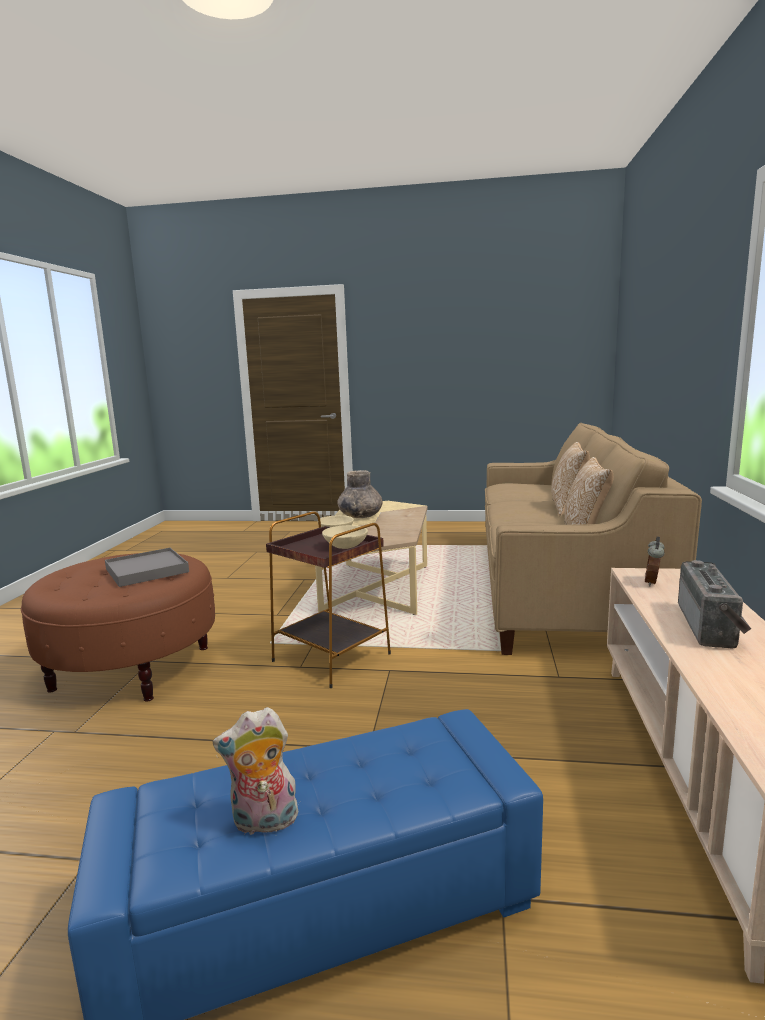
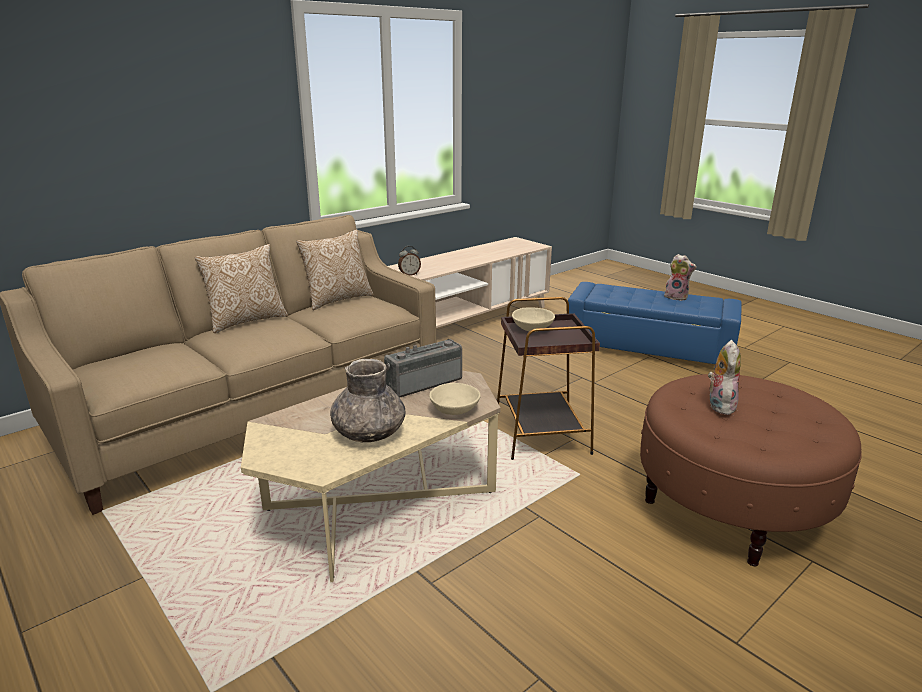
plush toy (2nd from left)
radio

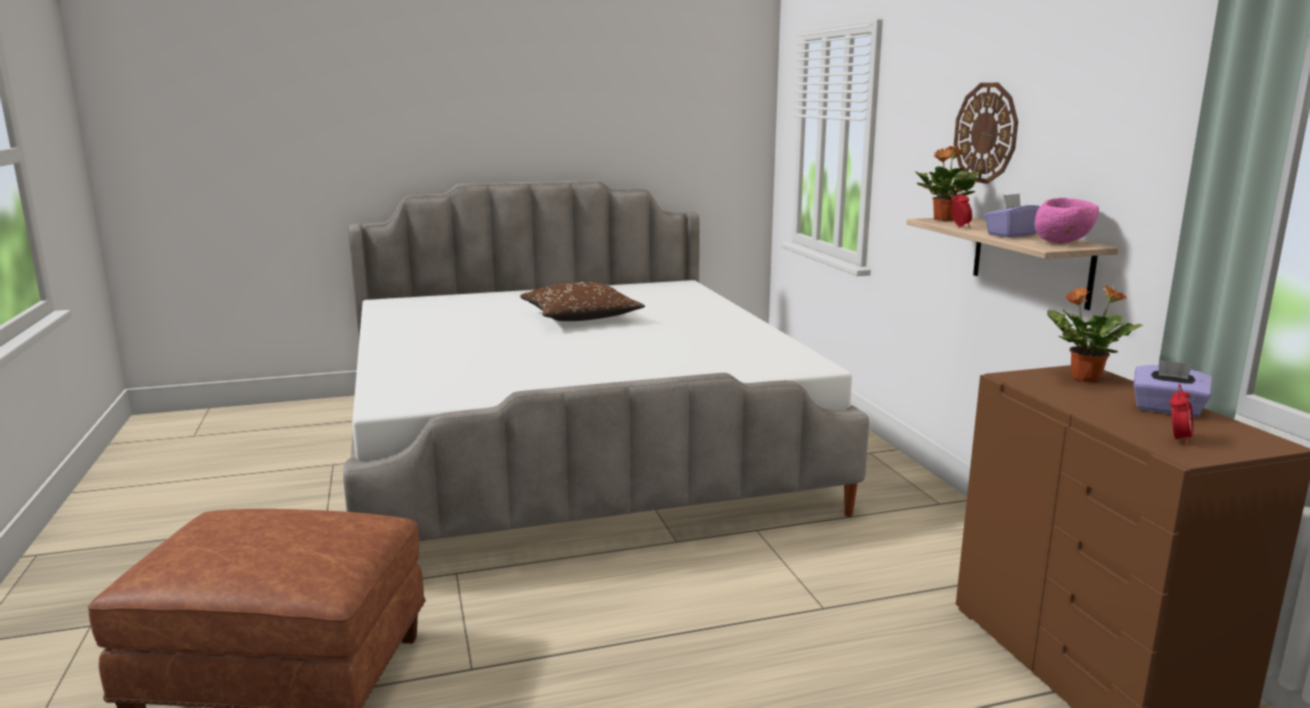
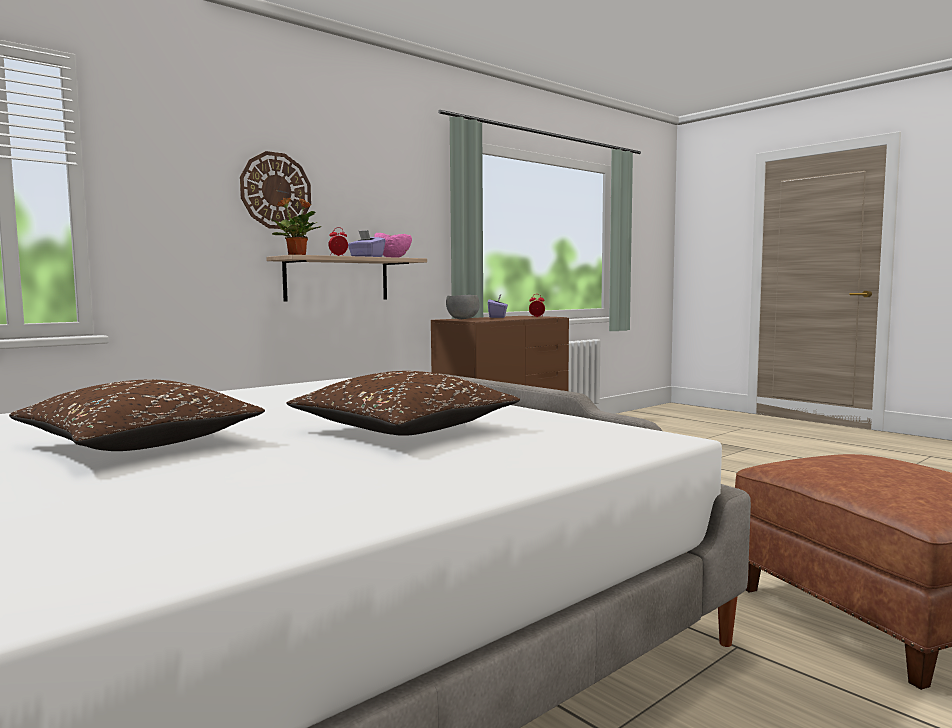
bowl in grey
pillow in brown (2nd from left)

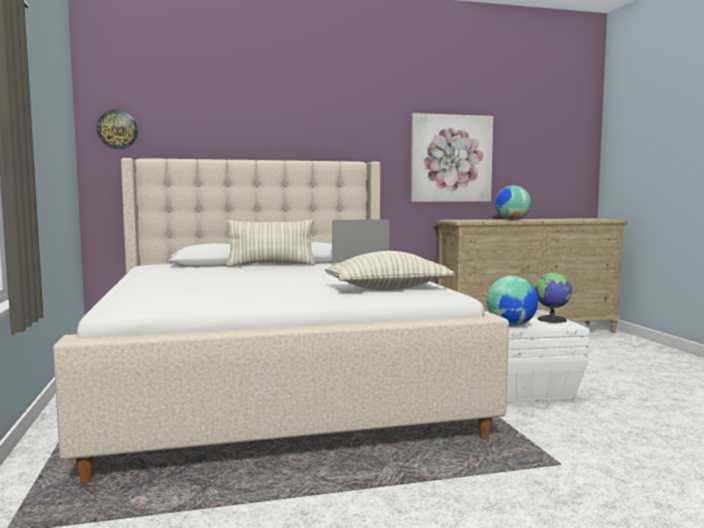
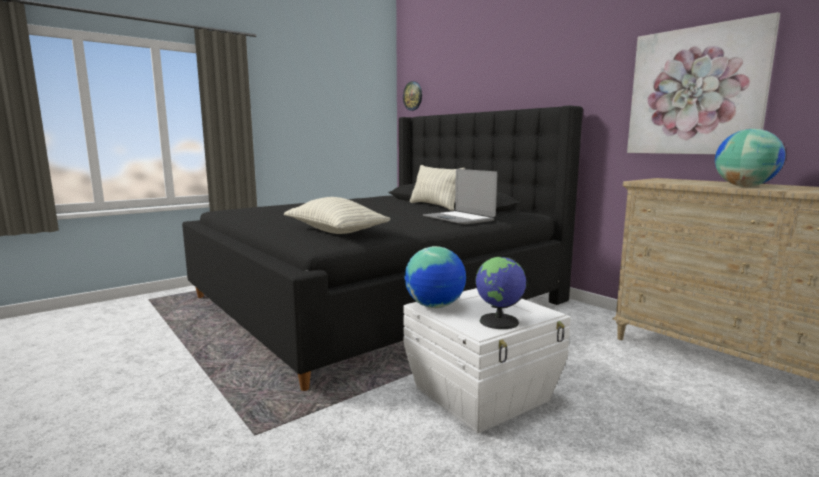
bed in black

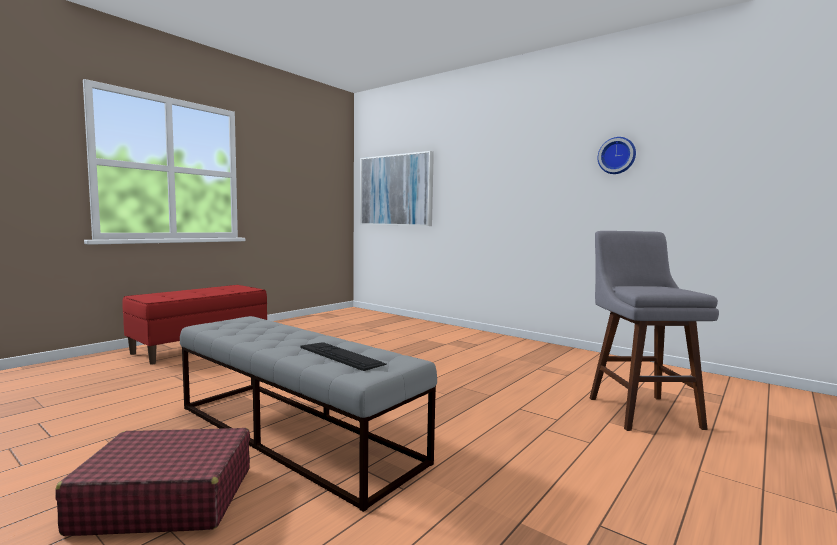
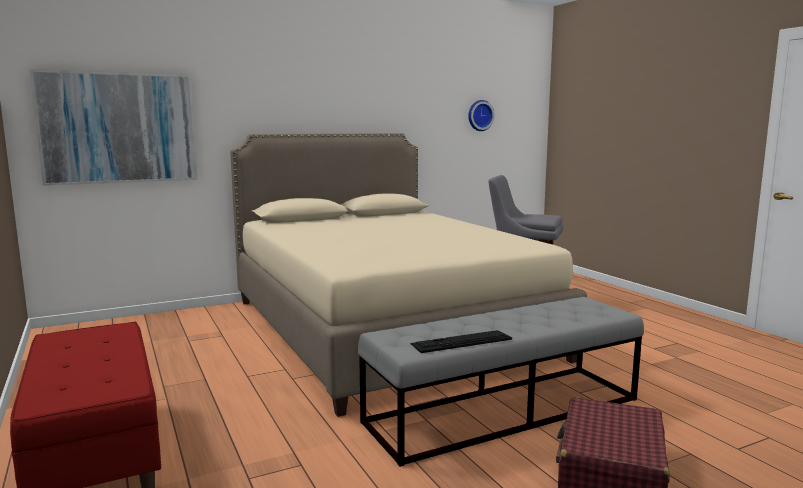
wall clock
keyboard
bed in beige

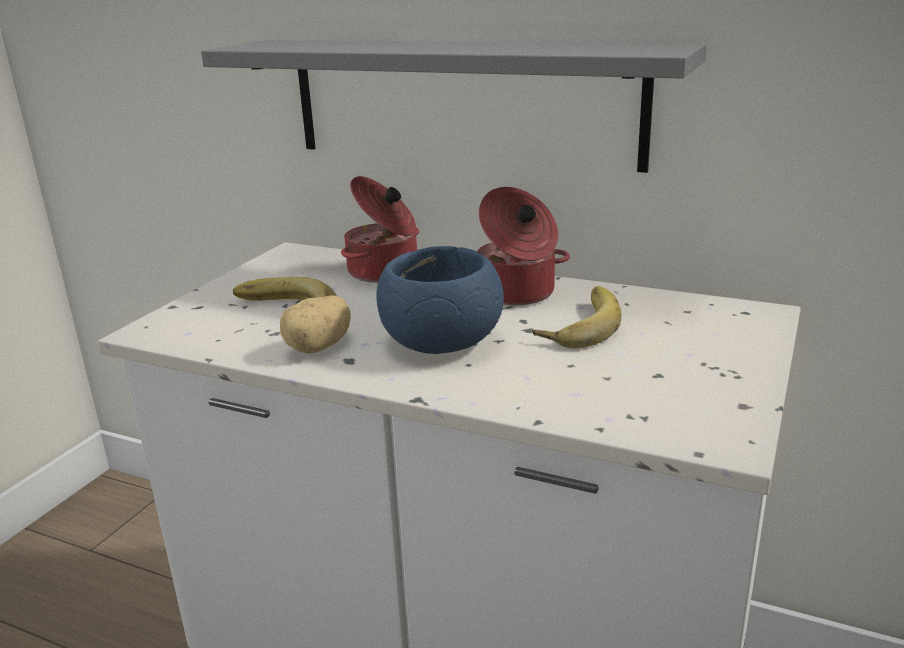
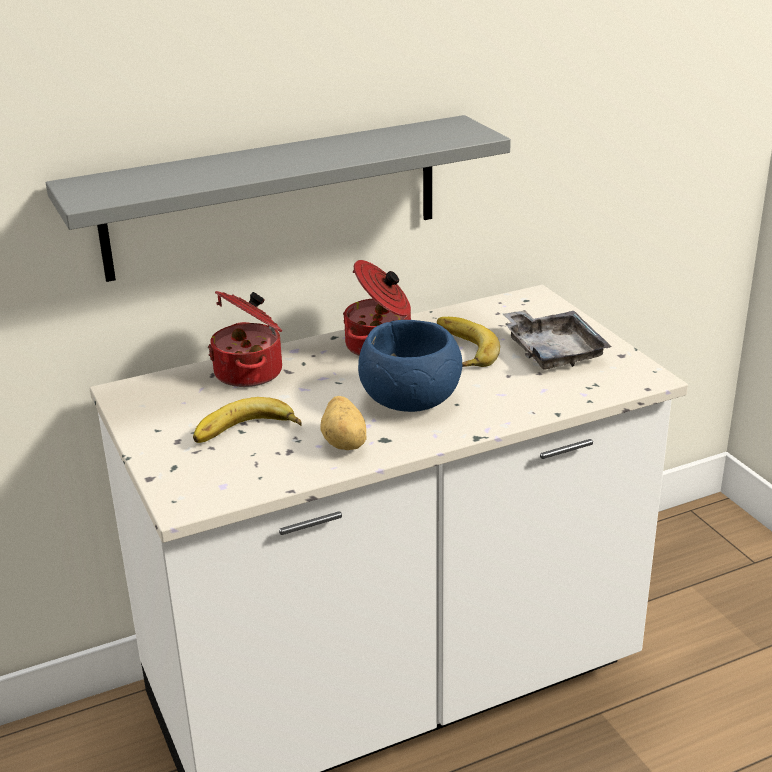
tray in grey

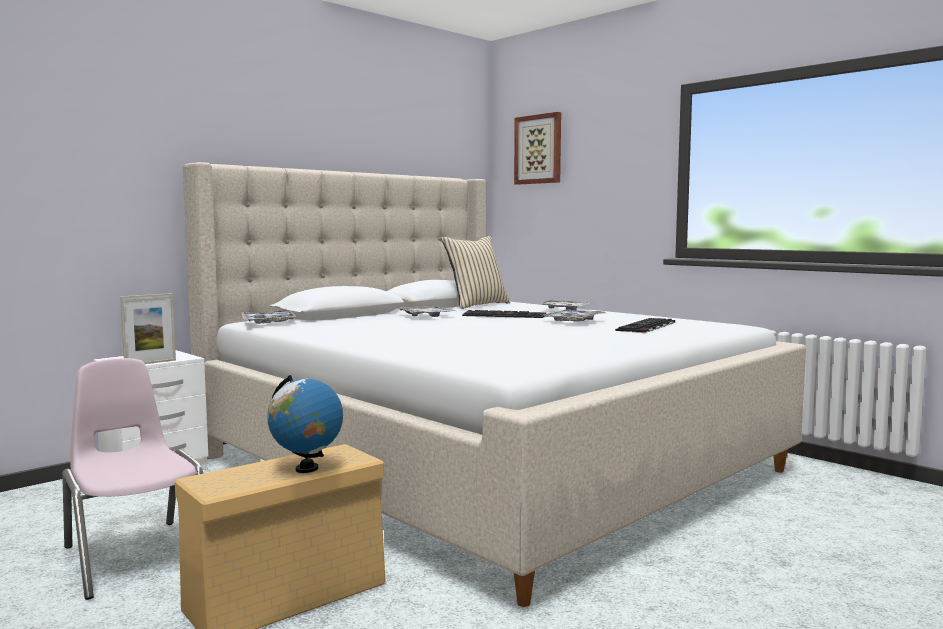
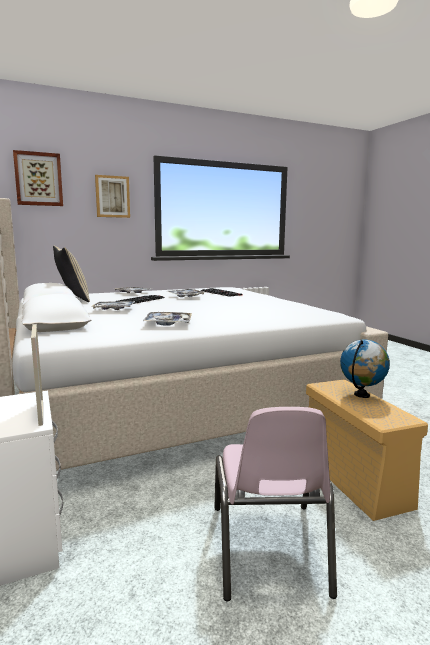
tray (3rd from left)
chair in pink
picture (2nd from left)

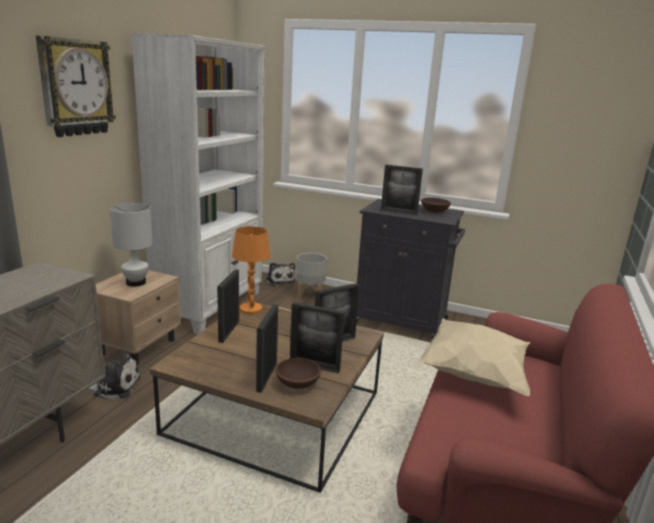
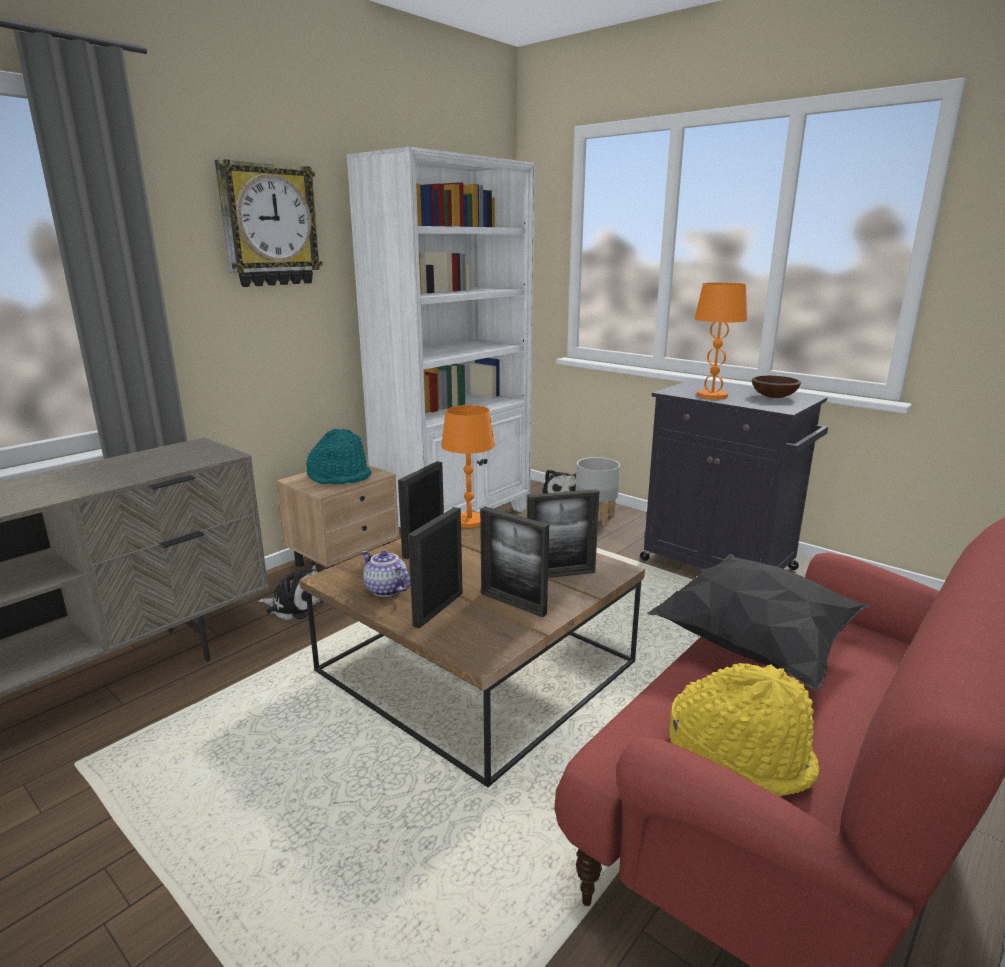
table lamp in orange (2nd from left)
hat in turquoise
pillow in black
bowl in brown (1st from left in the first image)
teapot
hat in yellow

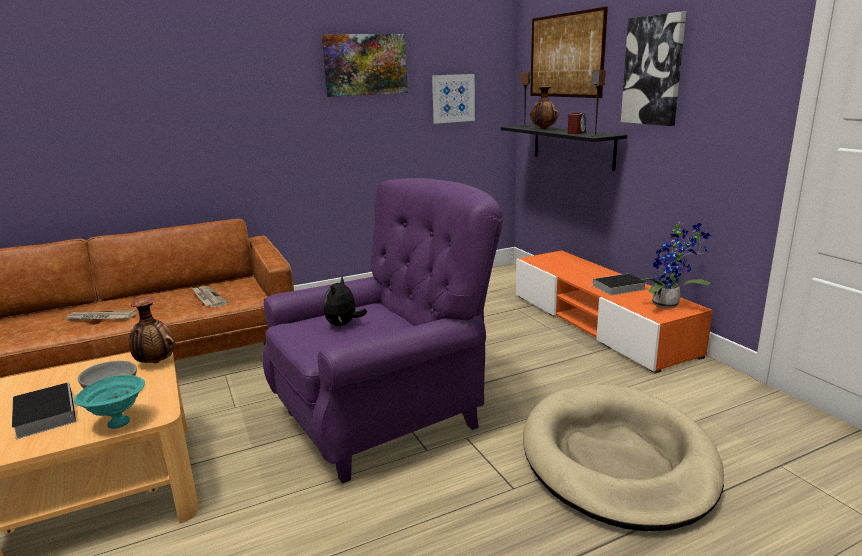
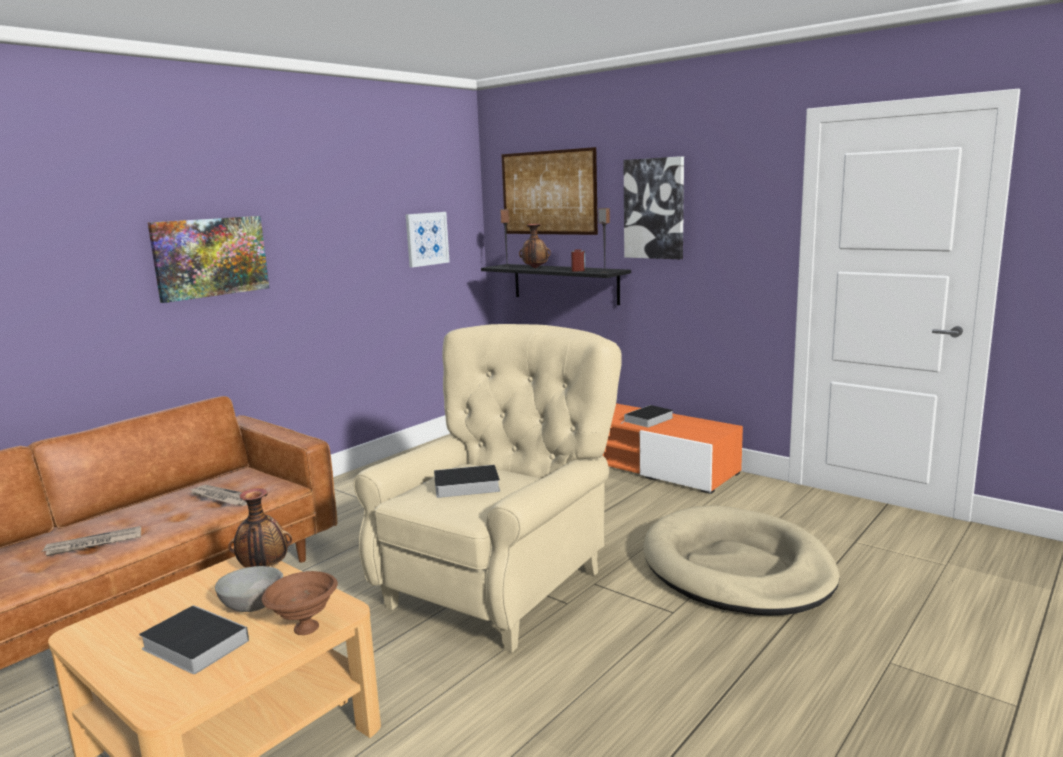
picture (1st from left)
armchair in beige
potted plant
book (2nd from left)
bowl in brown

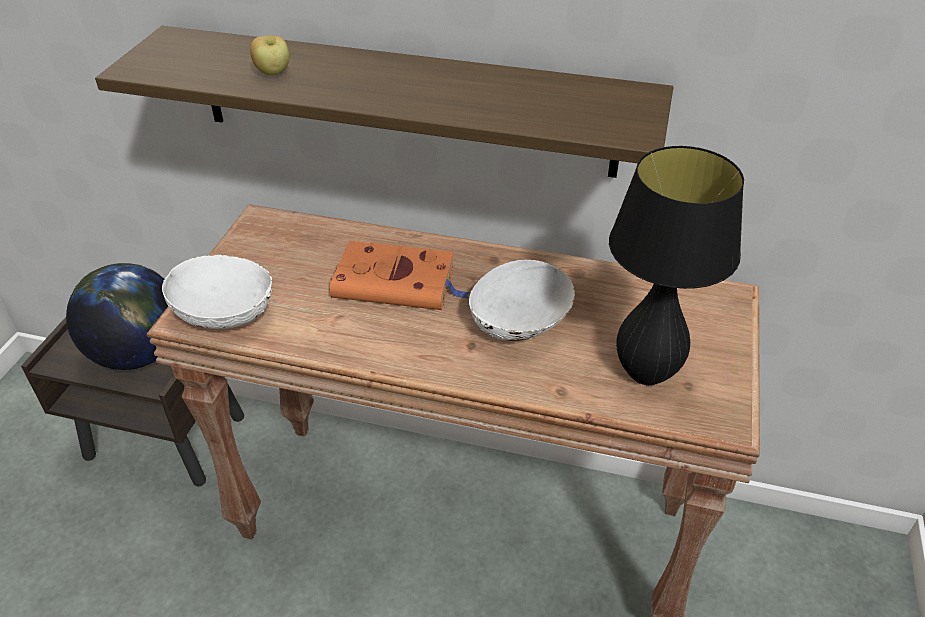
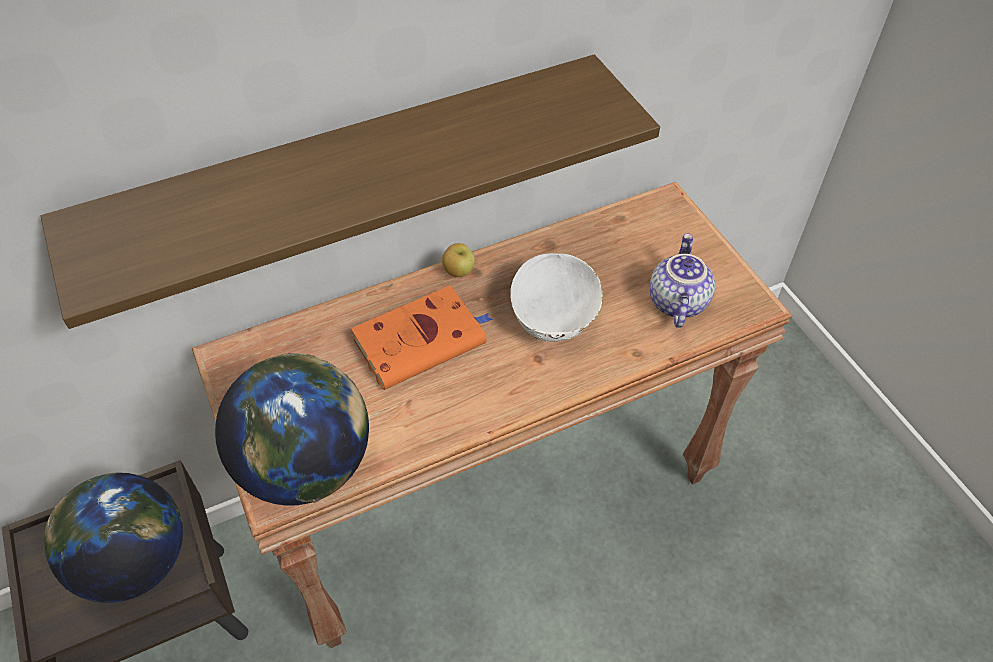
apple
teapot
globe (2nd from left)

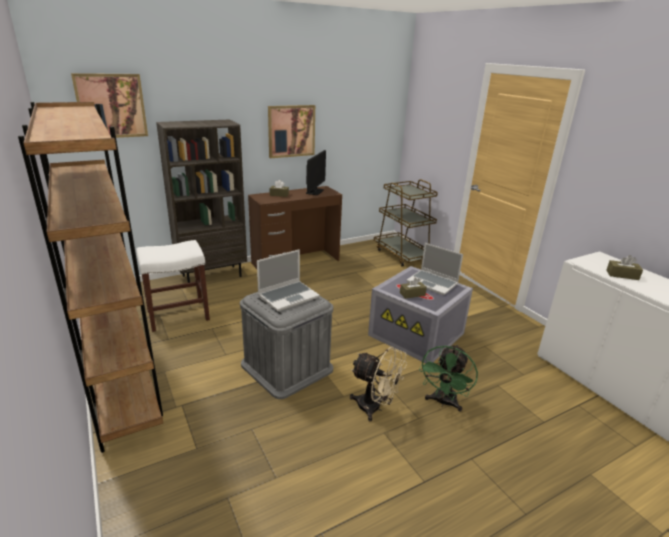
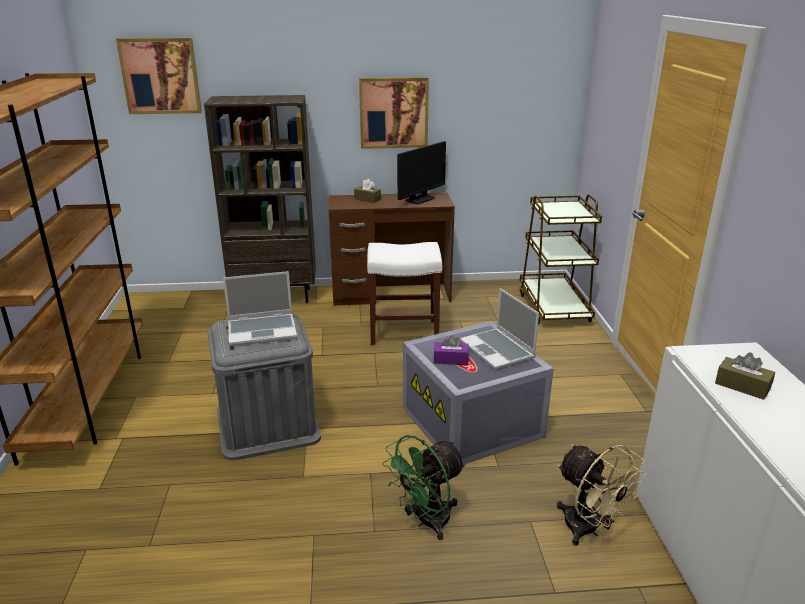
stool in white
tissue box in purple
fan in beige

